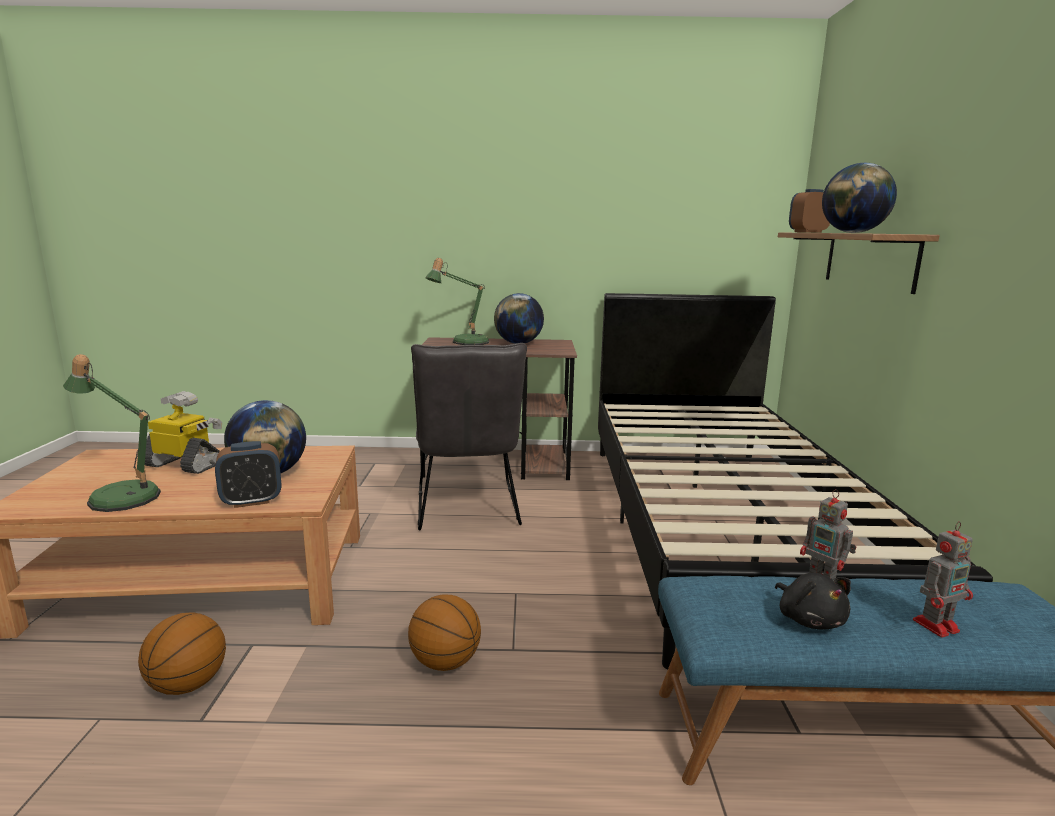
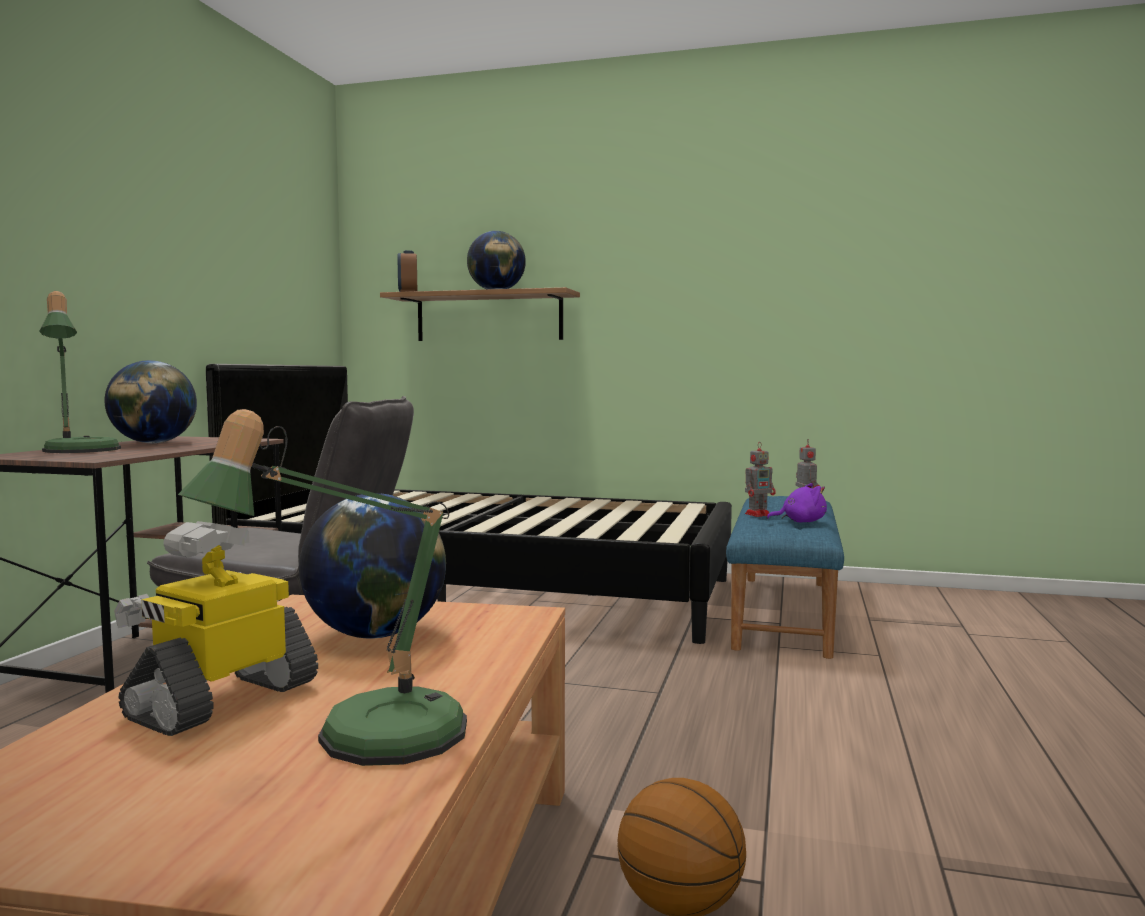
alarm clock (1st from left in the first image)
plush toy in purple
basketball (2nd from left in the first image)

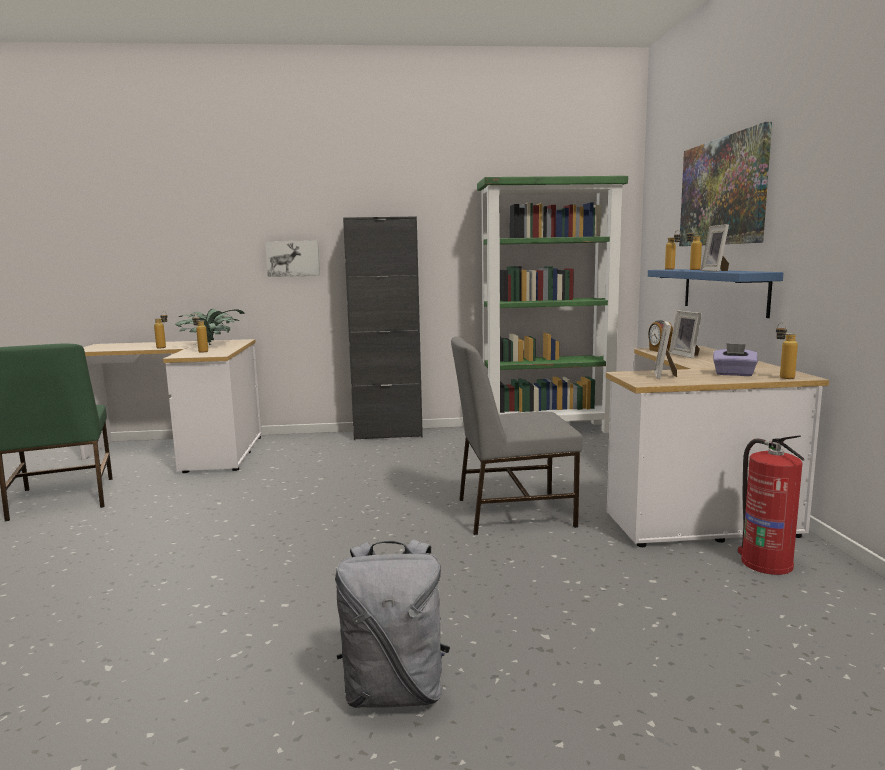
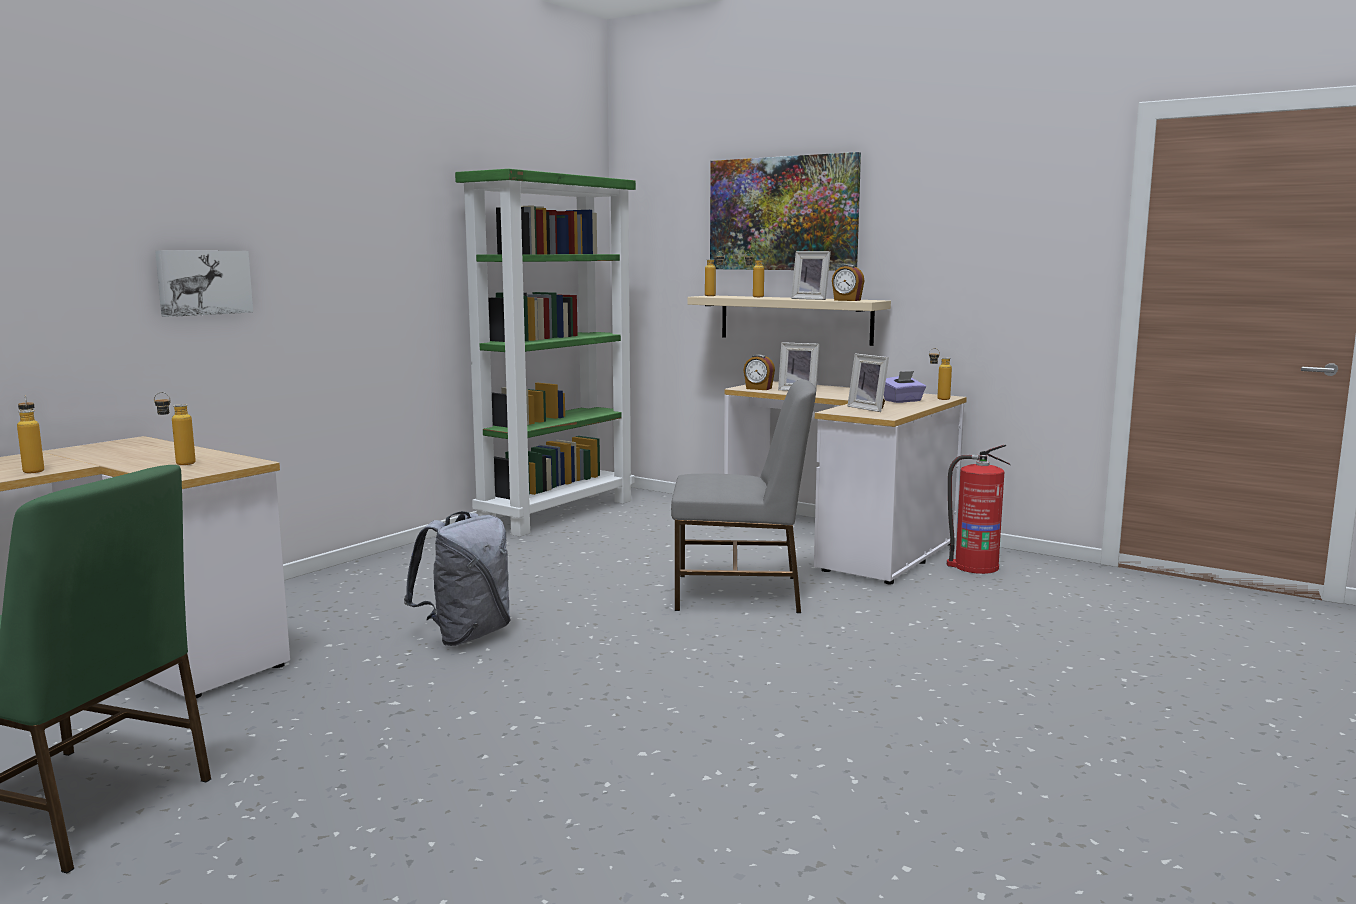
cabinet in black
shelf in beige
potted plant
chair in grey
backpack in grey
alarm clock (2nd from left)

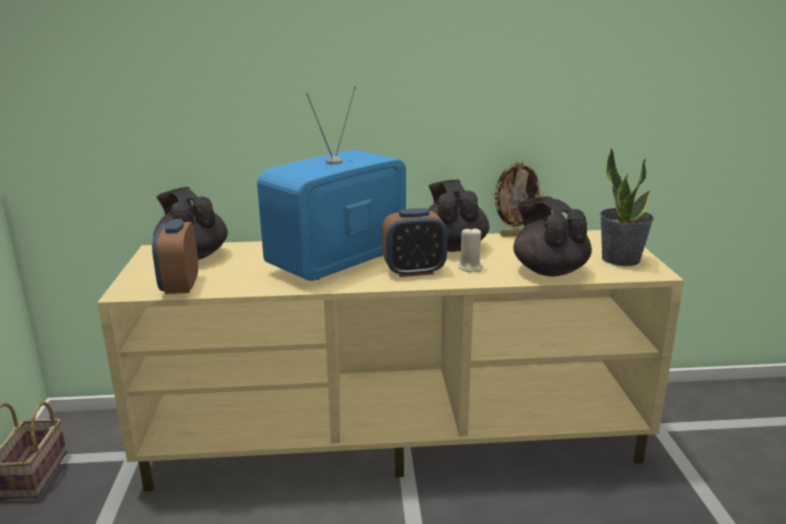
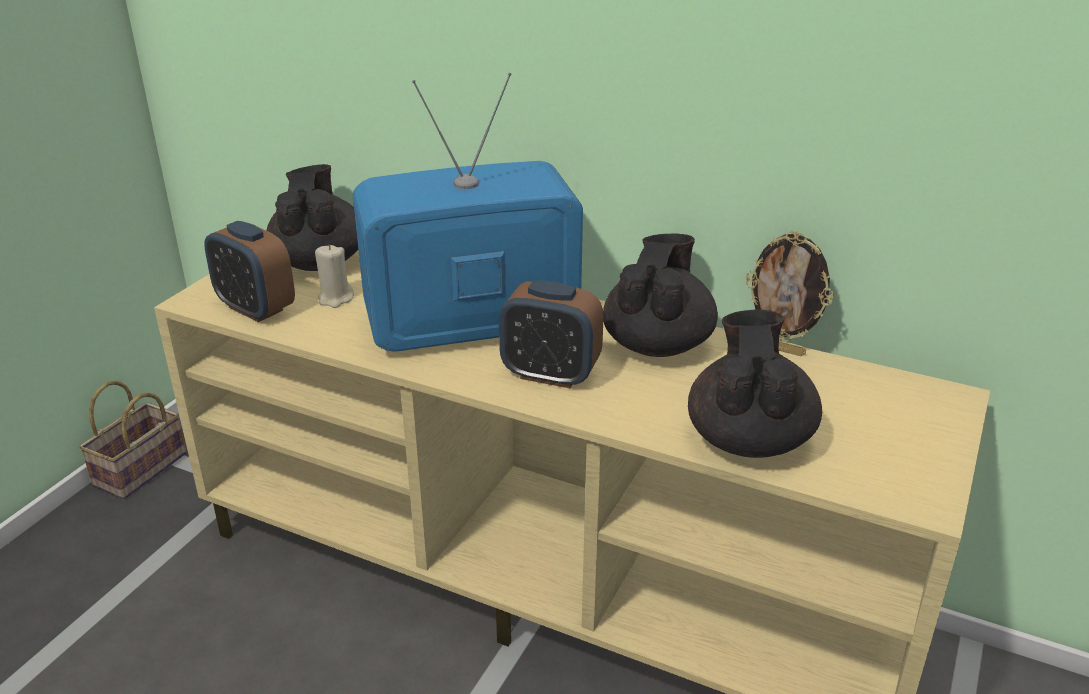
potted plant
alarm clock (1st from left)
candle in beige

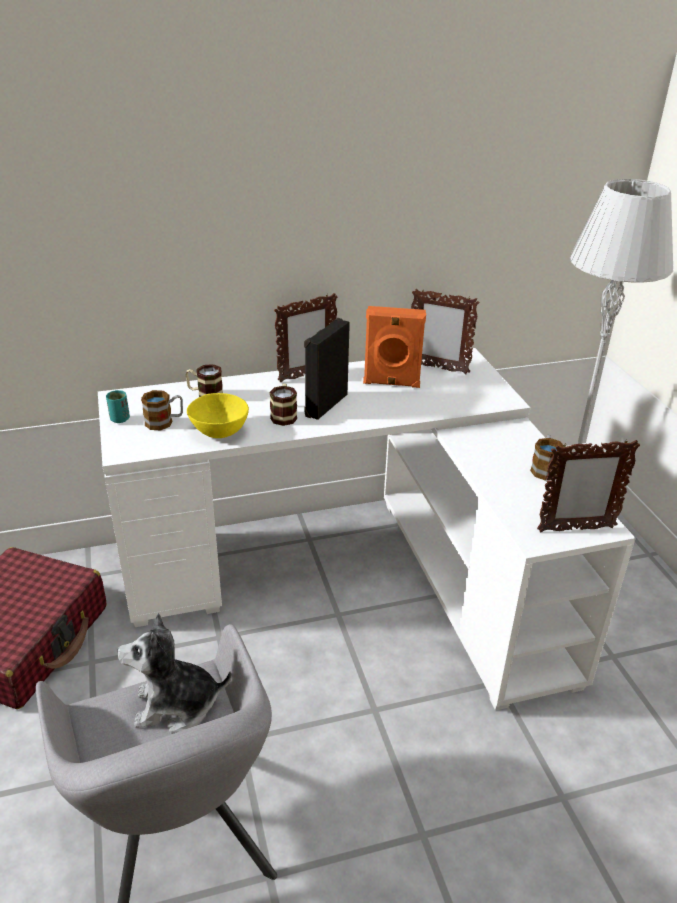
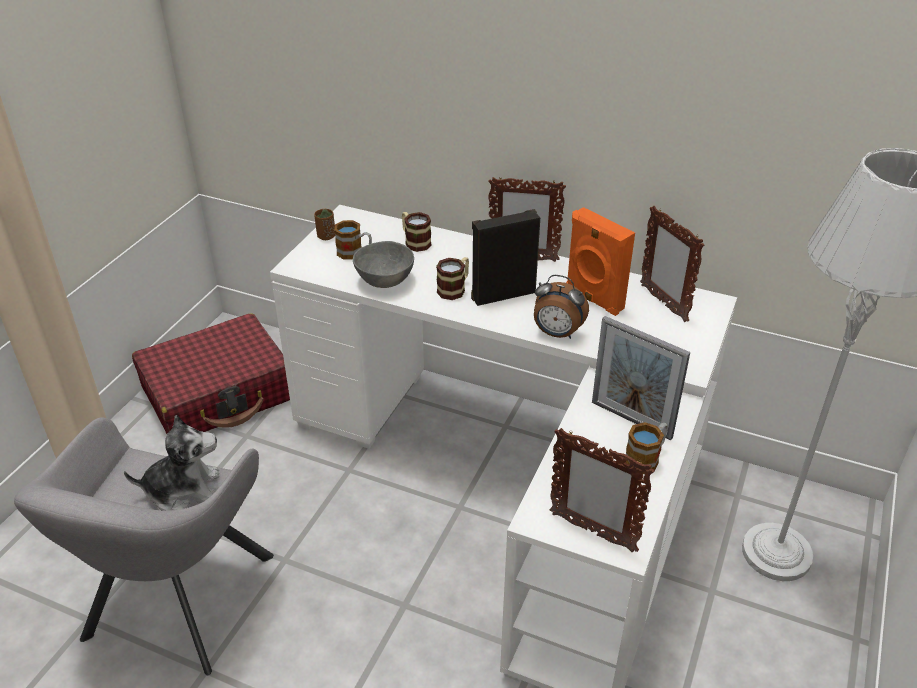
cup in brown
bowl in grey
plush toy
alarm clock
picture frame (3rd from left)

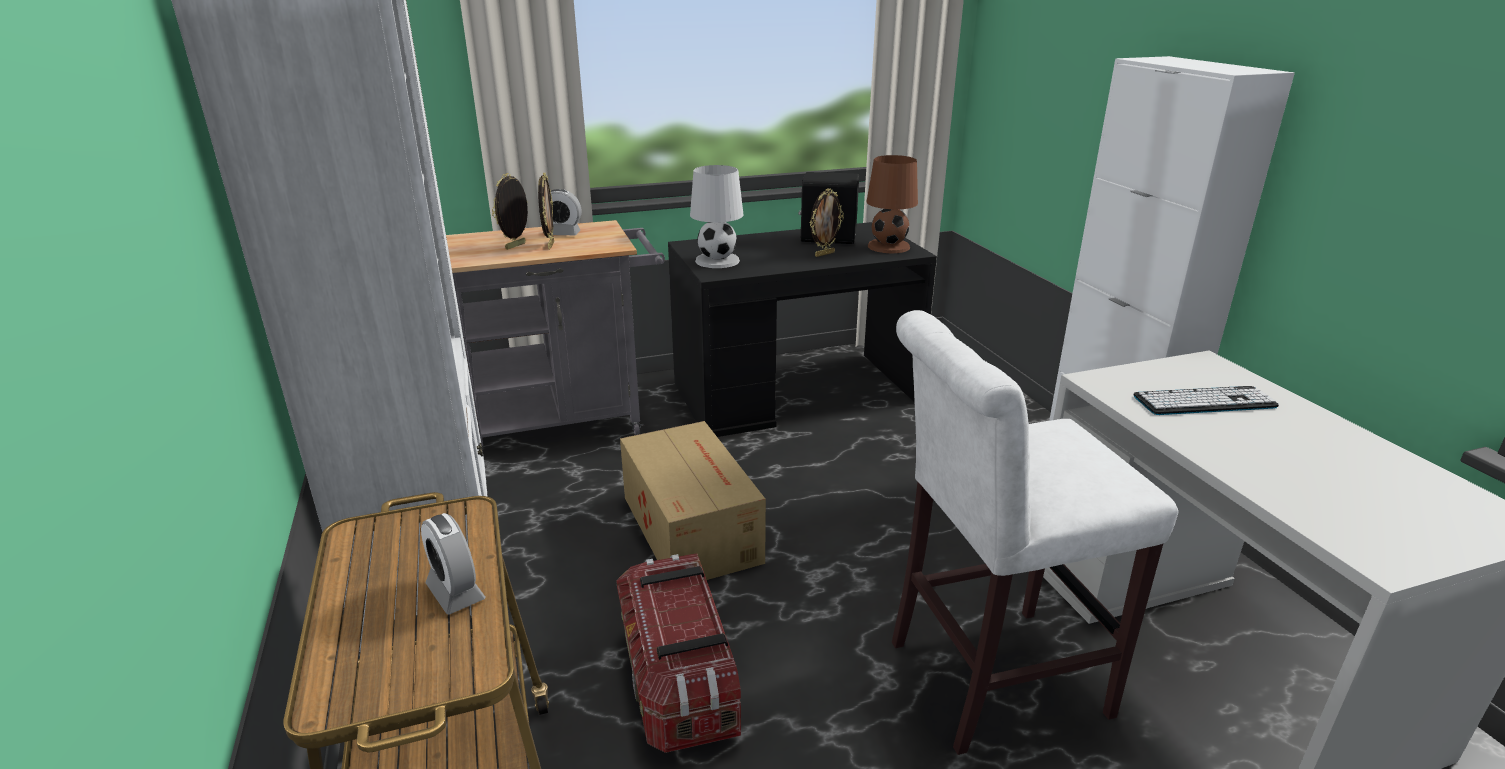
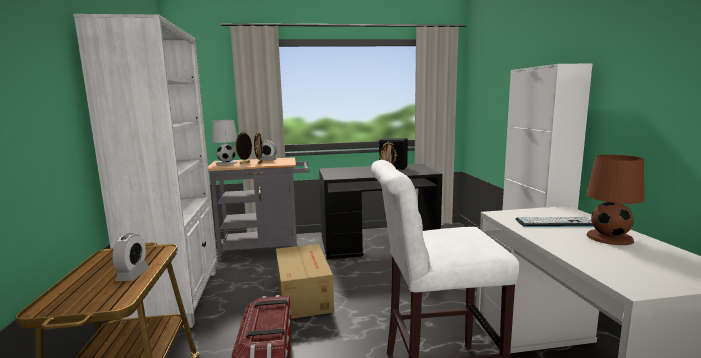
table lamp in brown
table lamp in white
alarm clock (1st from left)

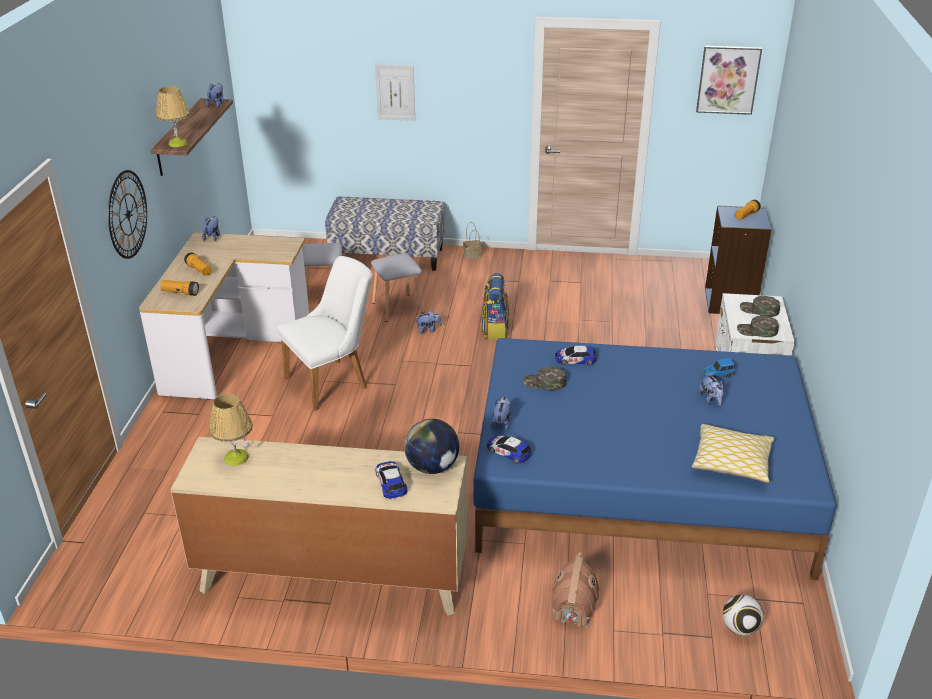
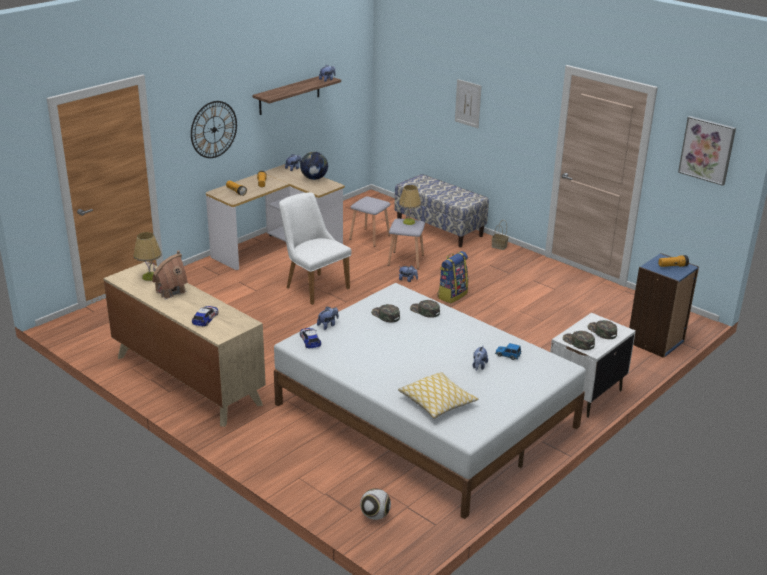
table lamp (2nd from left)
chair in white
bed in white
cap in green (2nd from left)
globe
toy house

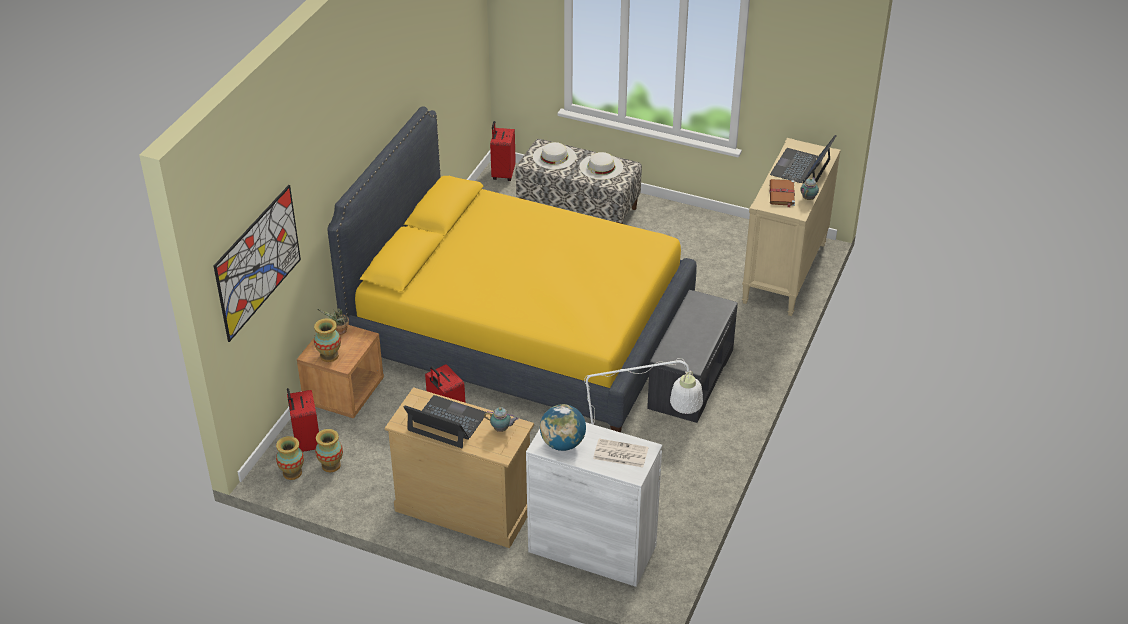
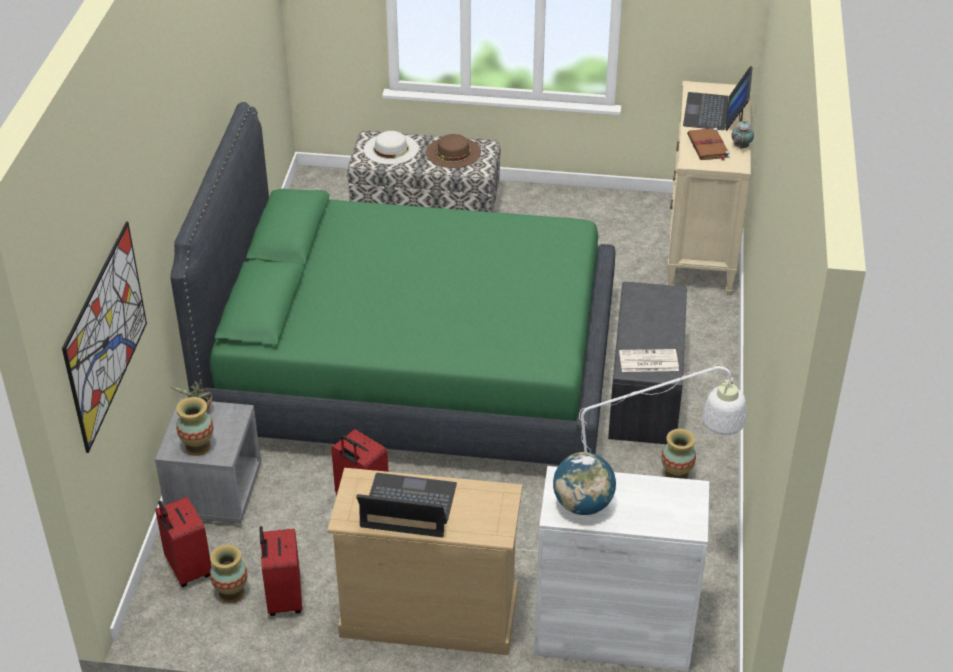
bed in green
suitcase in red (2nd from left)
hat in brown
nightstand in grey
teapot (1st from left in the first image)
vase (3rd from left)
newspaper

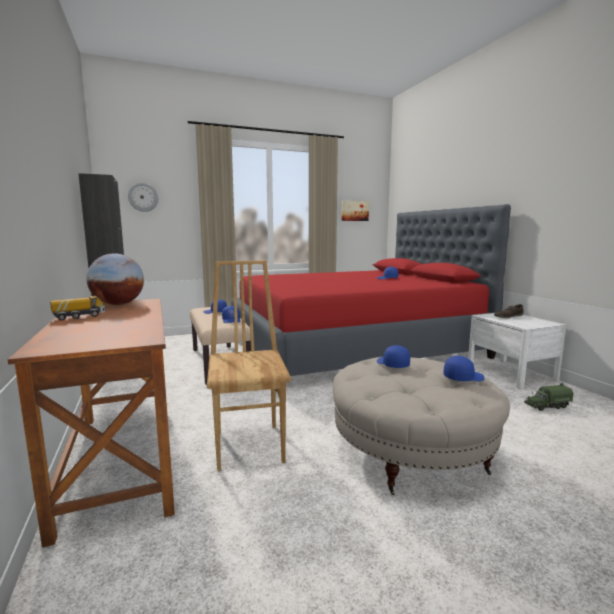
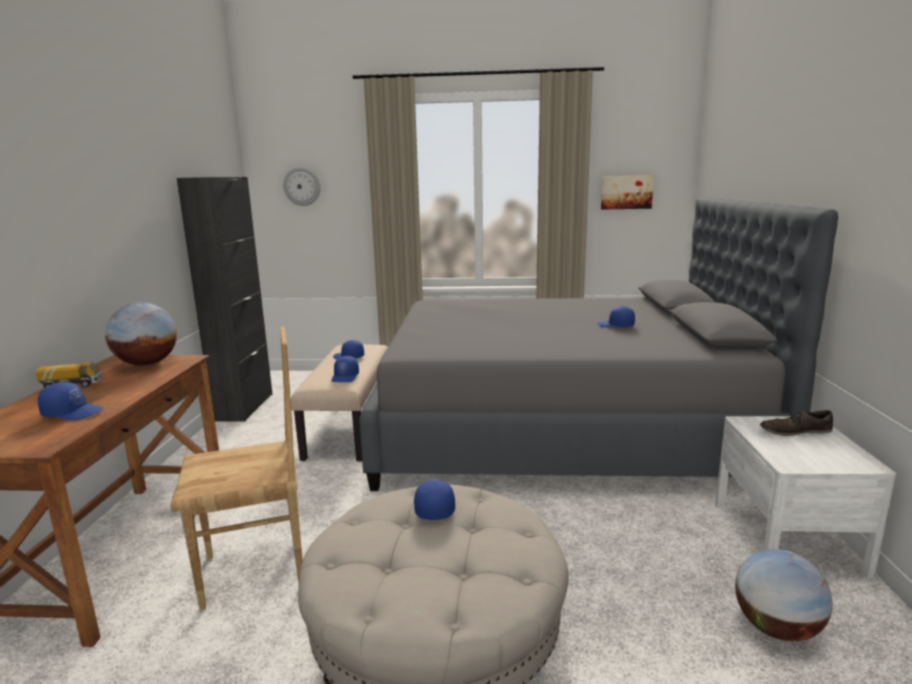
bed in grey
chair in brown
cap in blue (1st from left)
globe (2nd from left)

